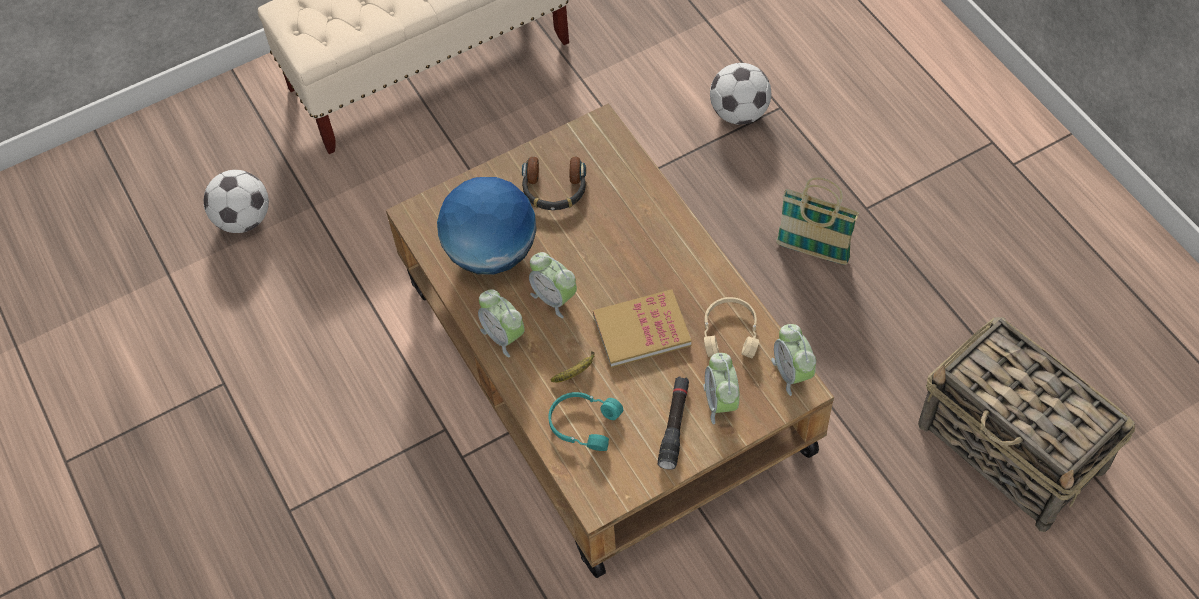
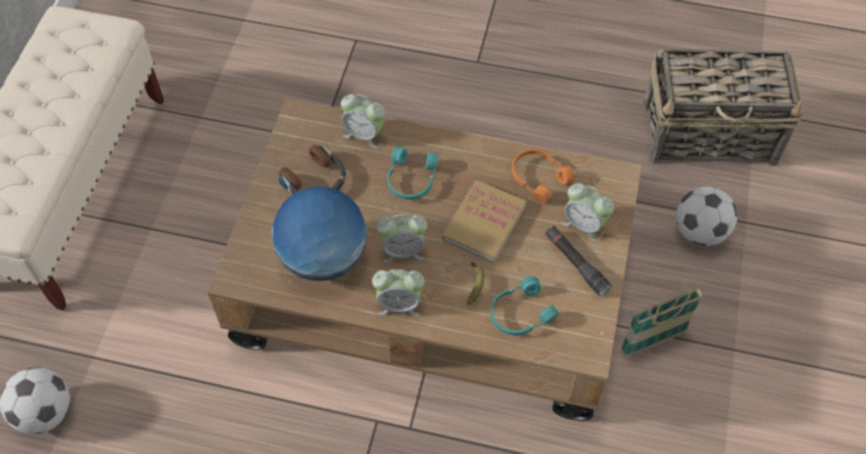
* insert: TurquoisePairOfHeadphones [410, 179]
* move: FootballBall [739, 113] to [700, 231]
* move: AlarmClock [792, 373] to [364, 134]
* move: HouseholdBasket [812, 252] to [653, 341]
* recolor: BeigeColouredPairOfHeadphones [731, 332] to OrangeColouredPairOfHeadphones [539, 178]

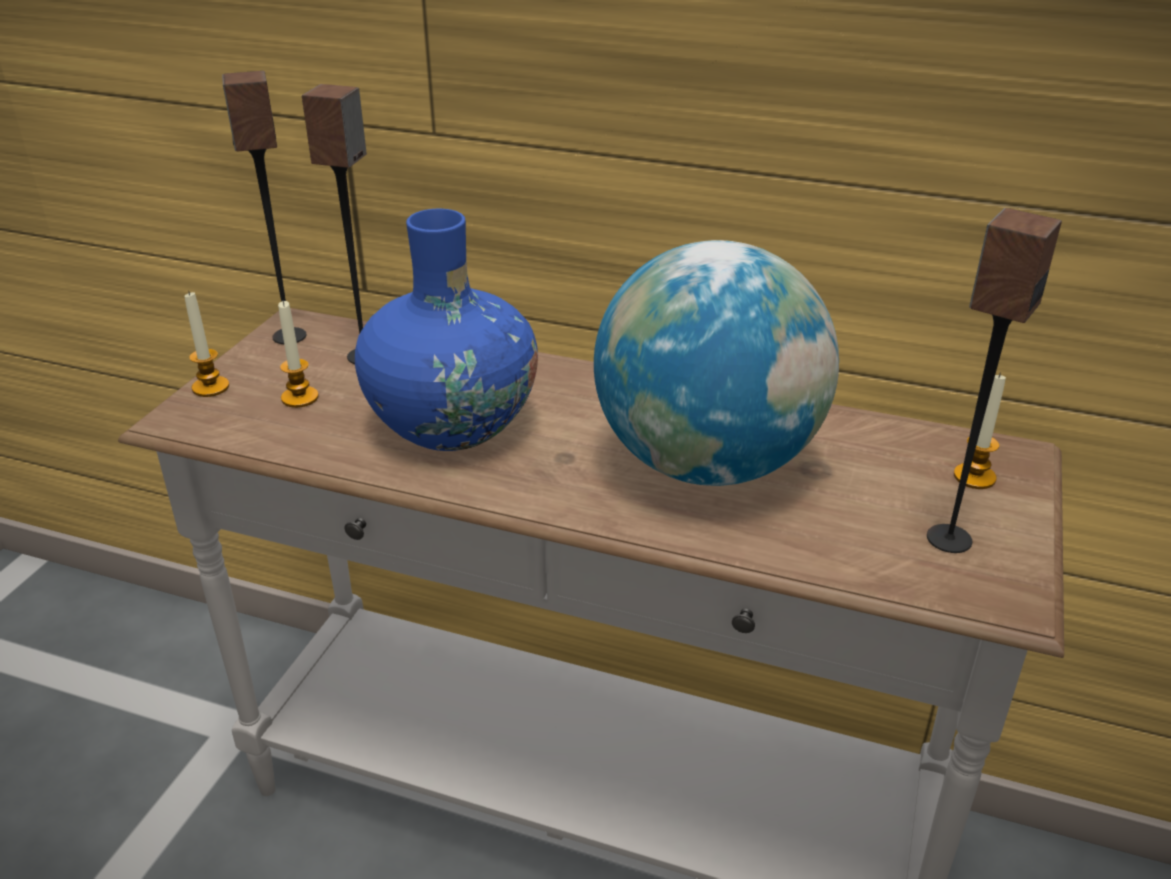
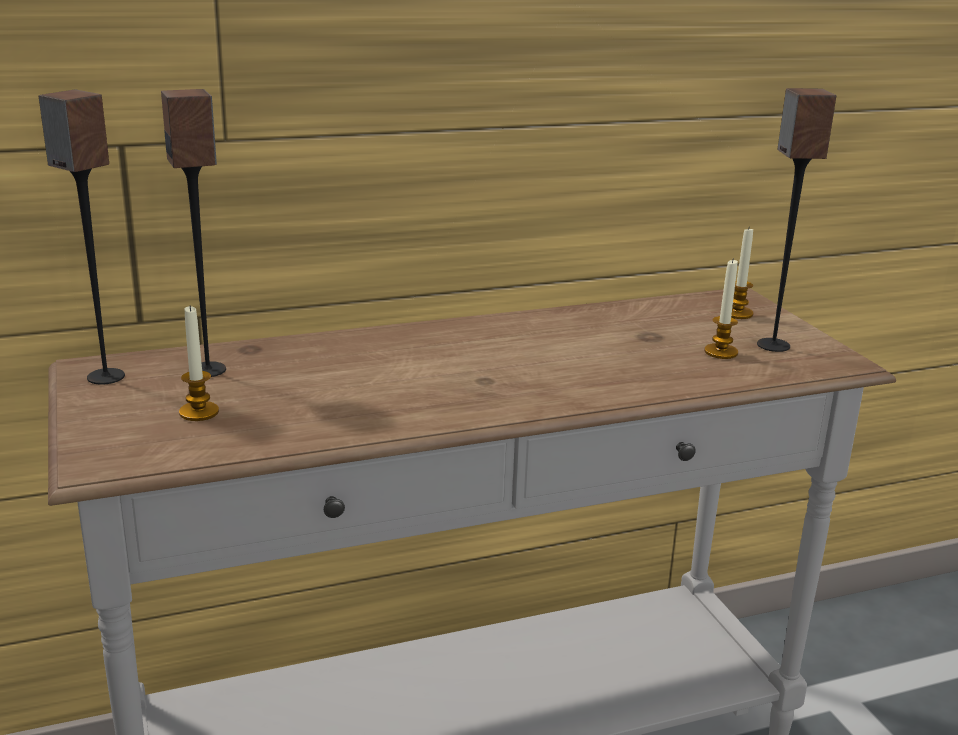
* delete: BluishFlowerVase [452, 424]
* delete: Globe [707, 463]
* move: WaxCandle [210, 387] to [721, 352]

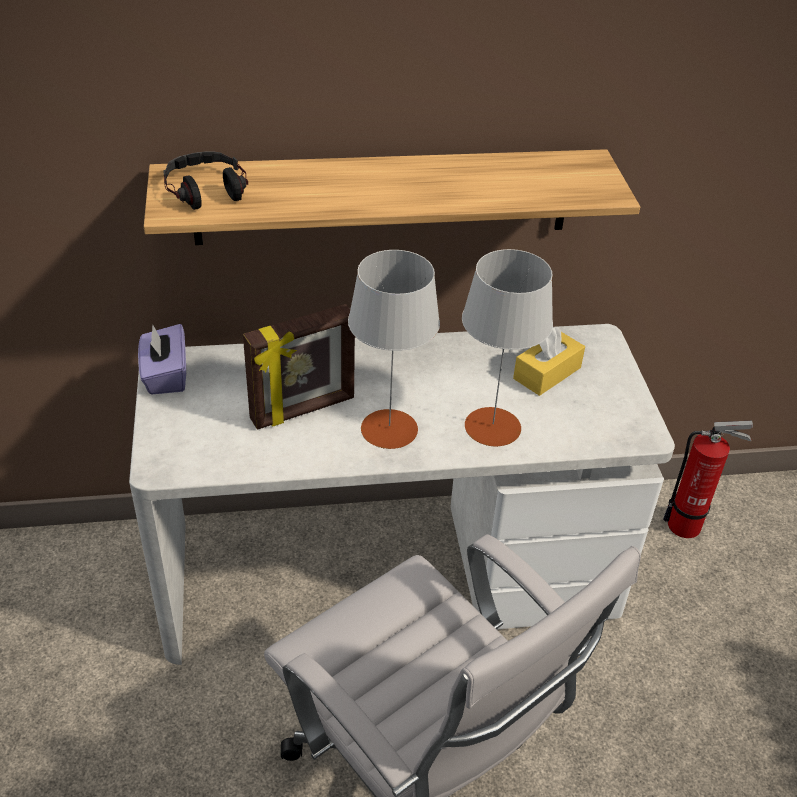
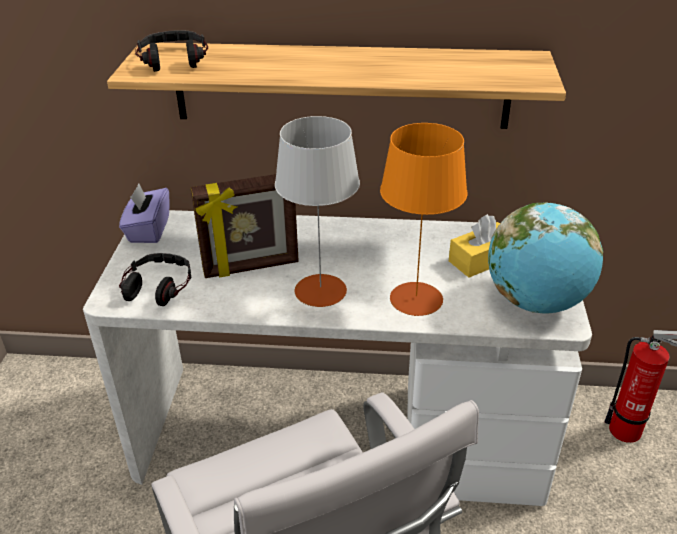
* insert: PairOfHeadphones [157, 286]
* insert: Globe [536, 302]
* recolor: GreyTableLamp [492, 427] to OrangeColouredTableLamp [416, 299]

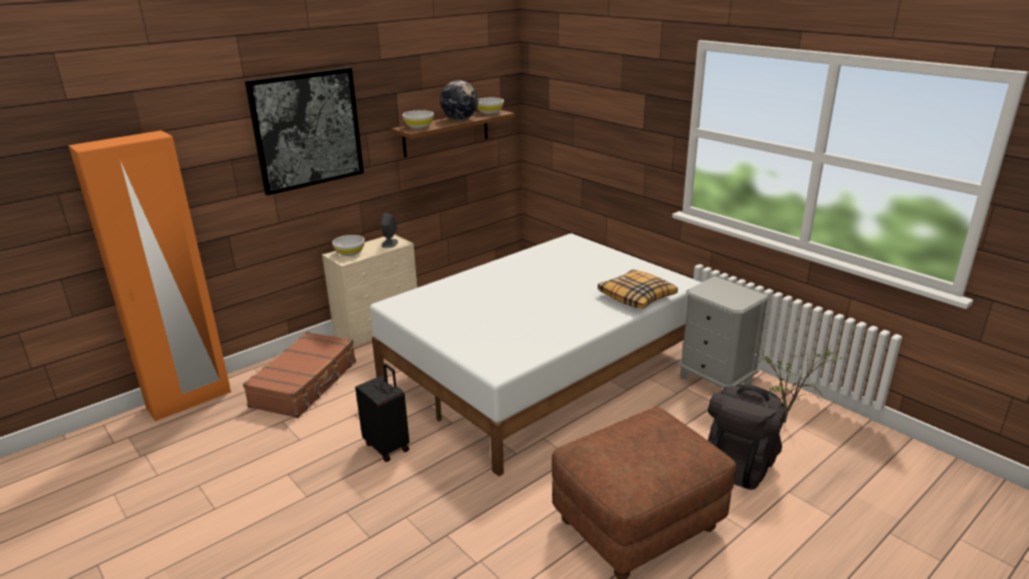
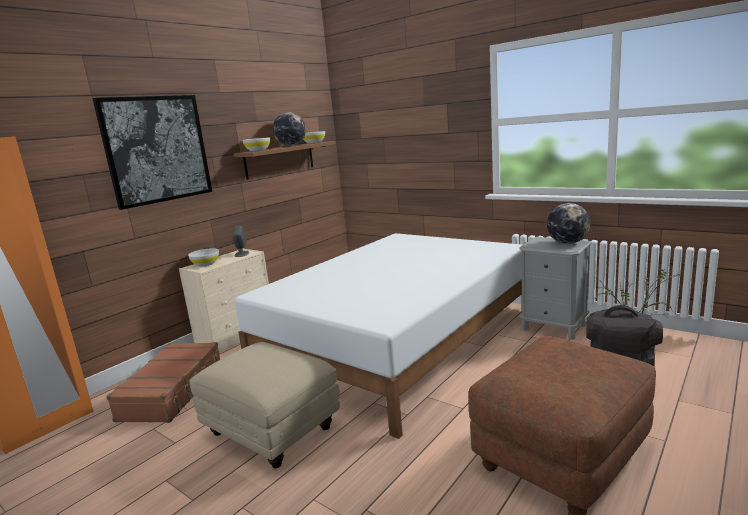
* delete: Cushion [637, 297]
* insert: Globe [567, 243]
* replace: BlackSuitcase [388, 446] to BeigeColouredOttoman [273, 432]

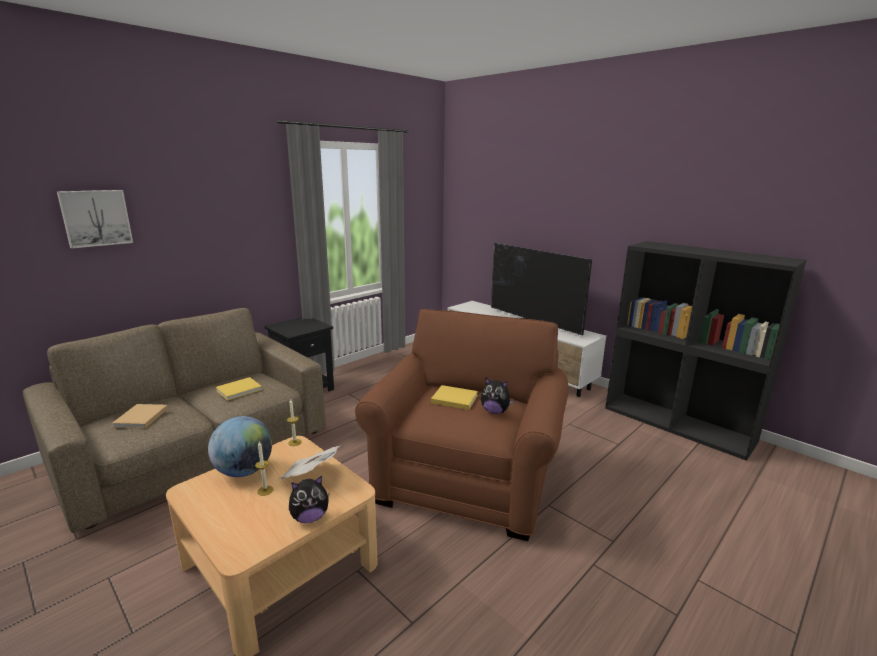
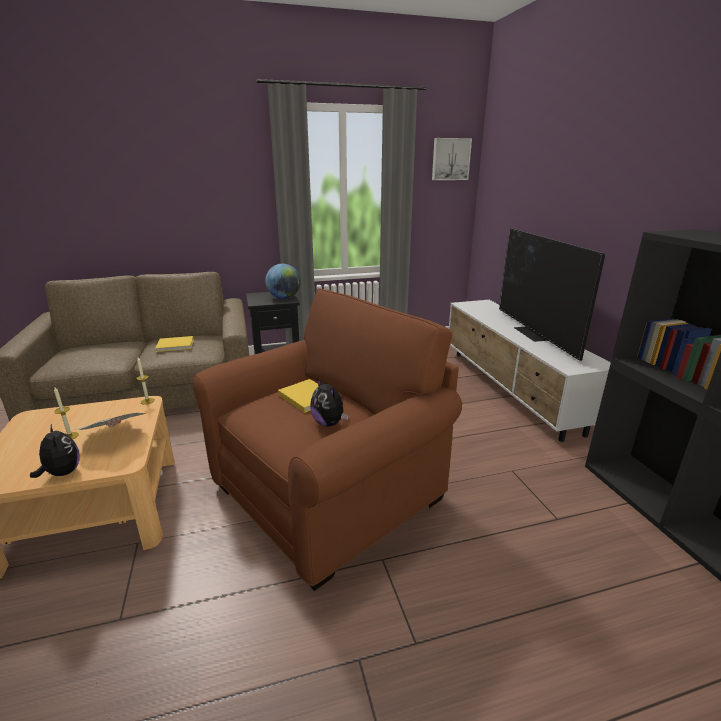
* delete: BeigeColouredVolume [140, 418]
* move: WallArt [96, 218] to [450, 159]
* move: Globe [244, 471] to [284, 298]
* rotate: PlushToy [310, 517] = [62, 473] 135 degrees counterclockwise

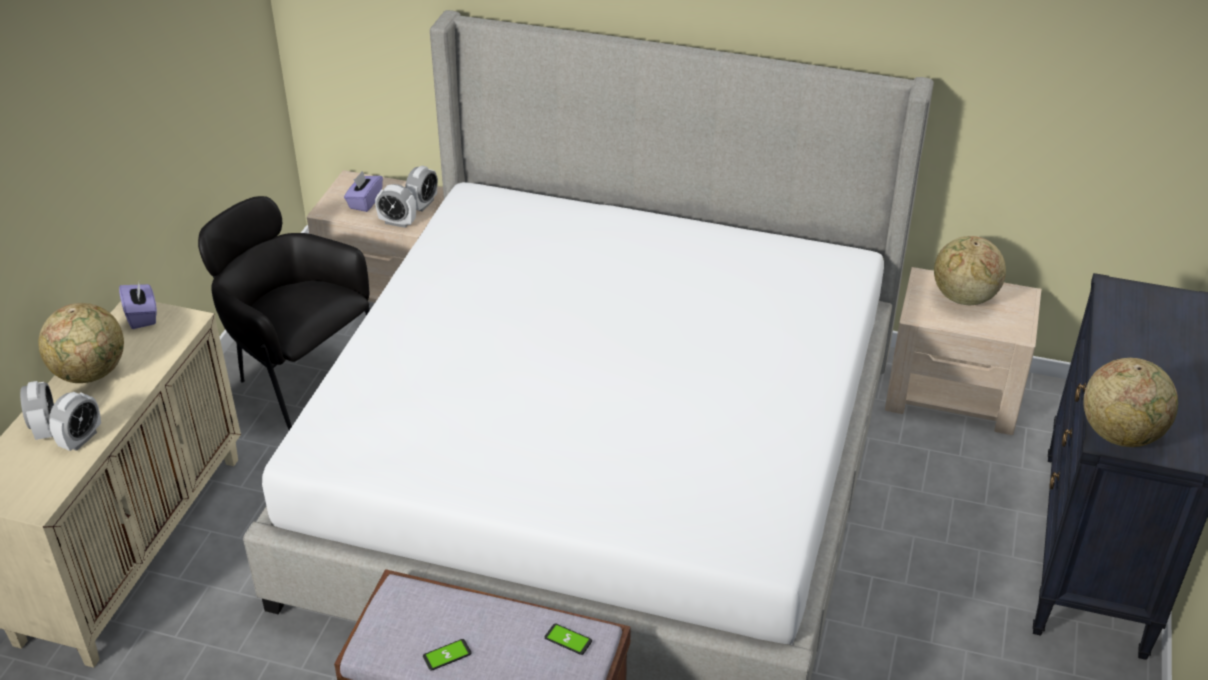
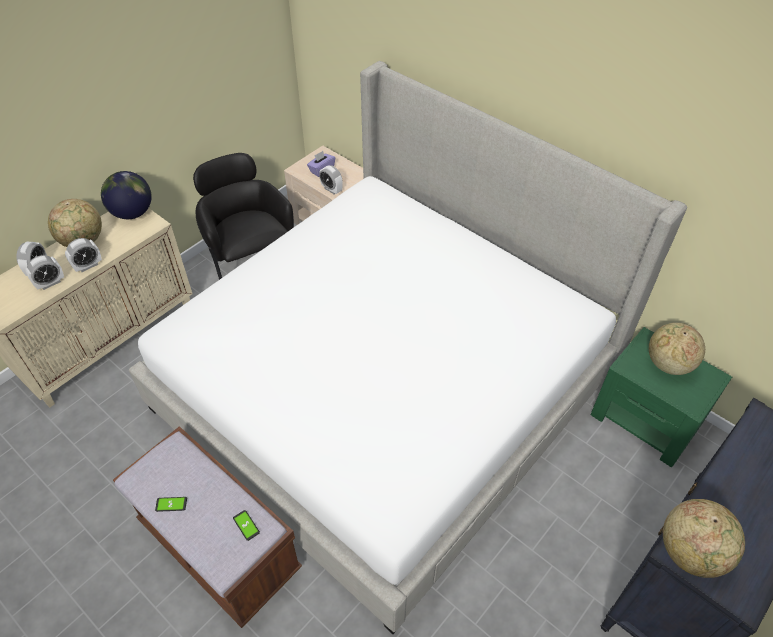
* move: AlarmClock [423, 204] to [88, 266]
* replace: PurpleTissueHolder [142, 316] to Globe [132, 213]
* recolor: BeigeColouredNightTable [954, 393] to GreenNightTable [646, 419]

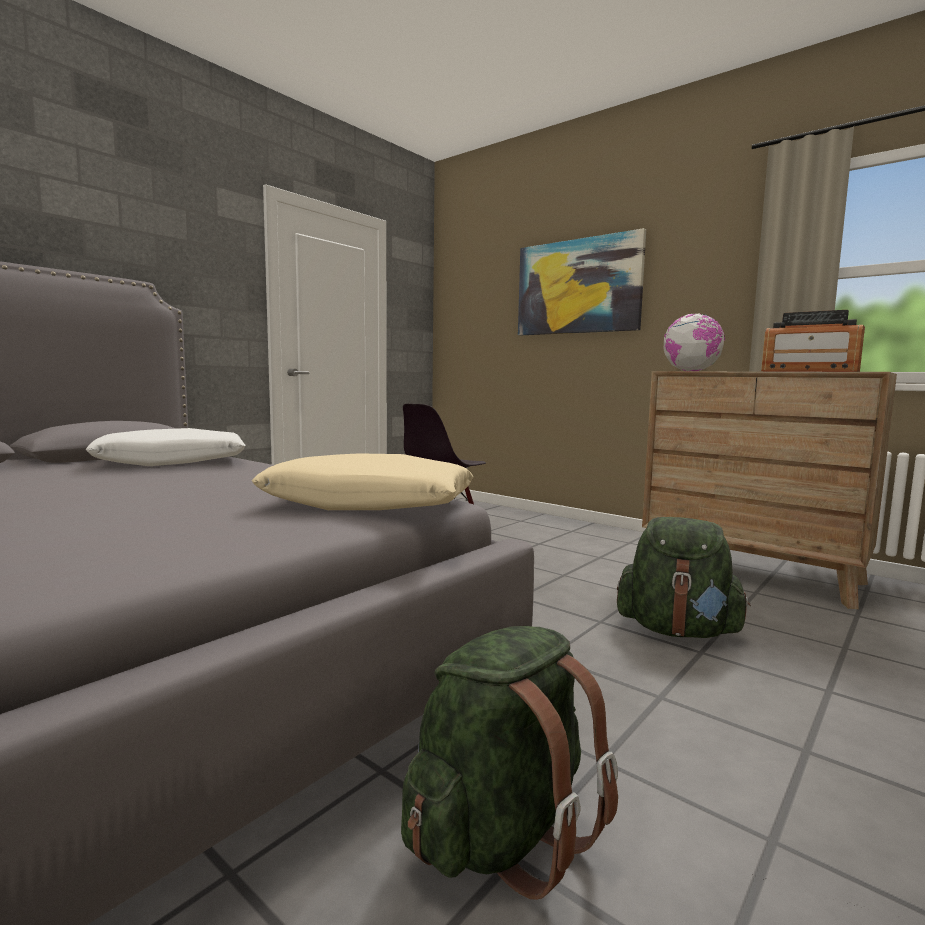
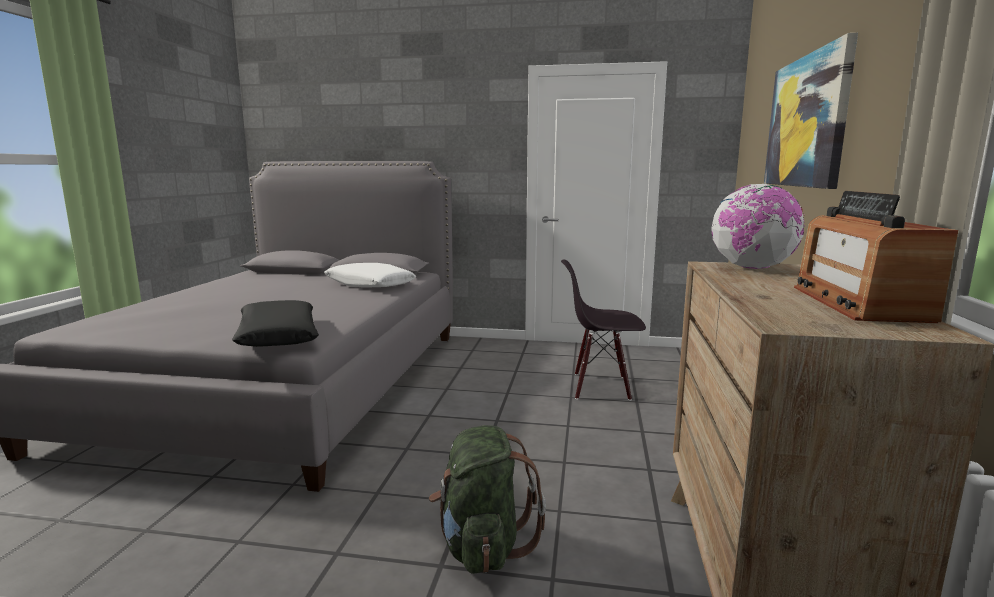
* delete: GreenRucksack [502, 833]
* recolor: BeigeColouredCushion [369, 504] to BlackCushion [277, 336]

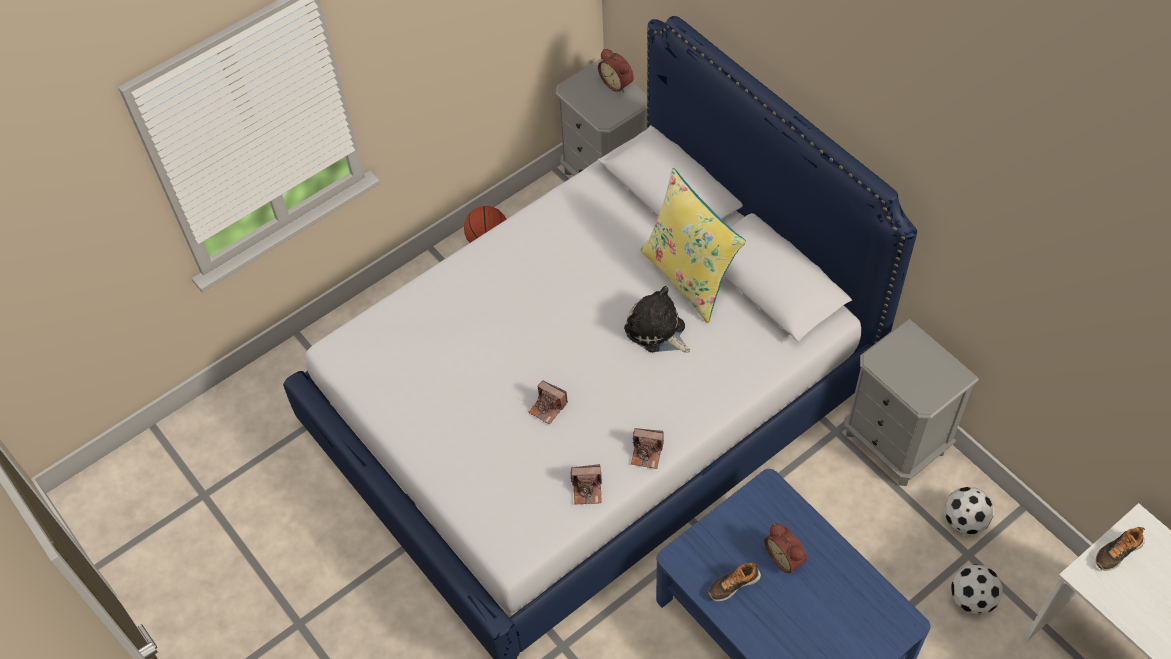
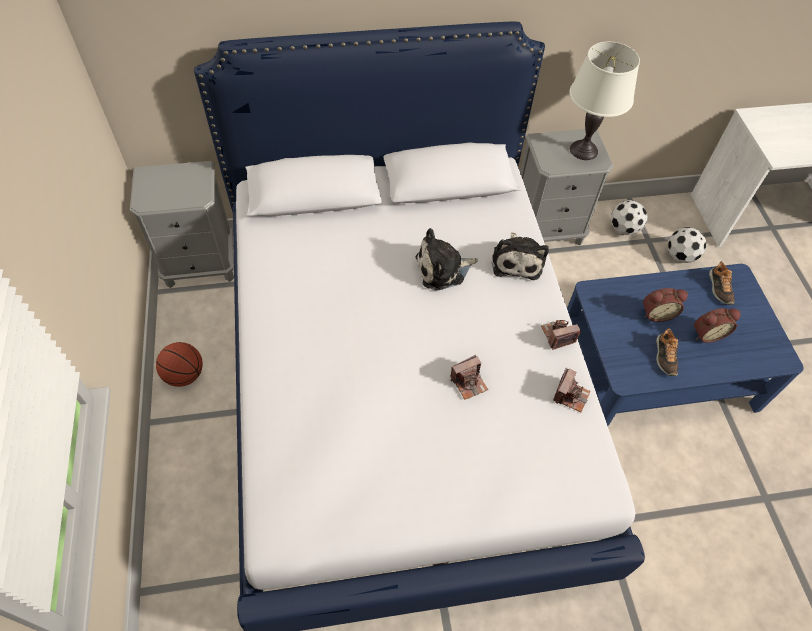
* delete: YellowCushion [689, 276]
* insert: PlushToy [517, 260]
* insert: WhiteTableLamp [583, 150]
* move: AlarmClock [617, 83] to [706, 333]
* move: ItemOfFootwear [1117, 552] to [719, 288]
* rotate: StillCamera [647, 453] = [557, 335] 150 degrees counterclockwise

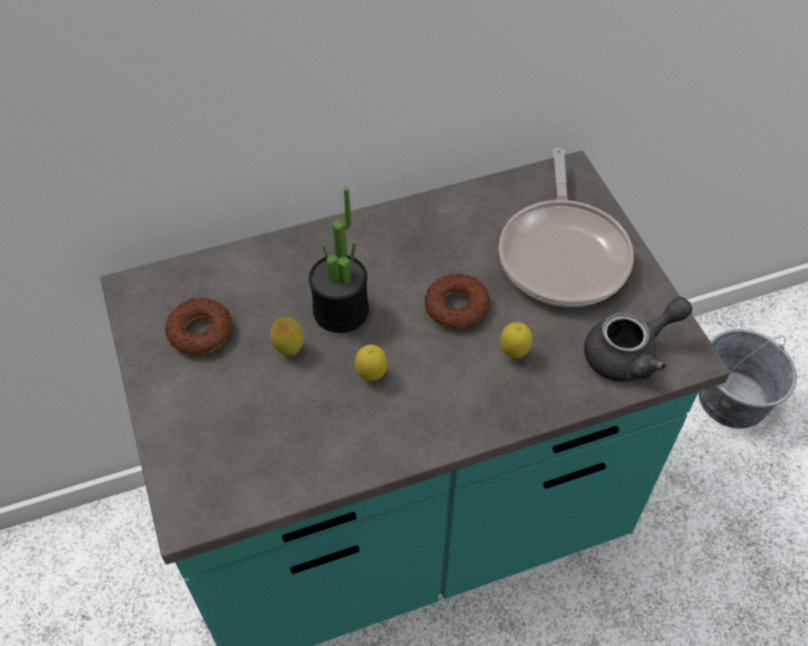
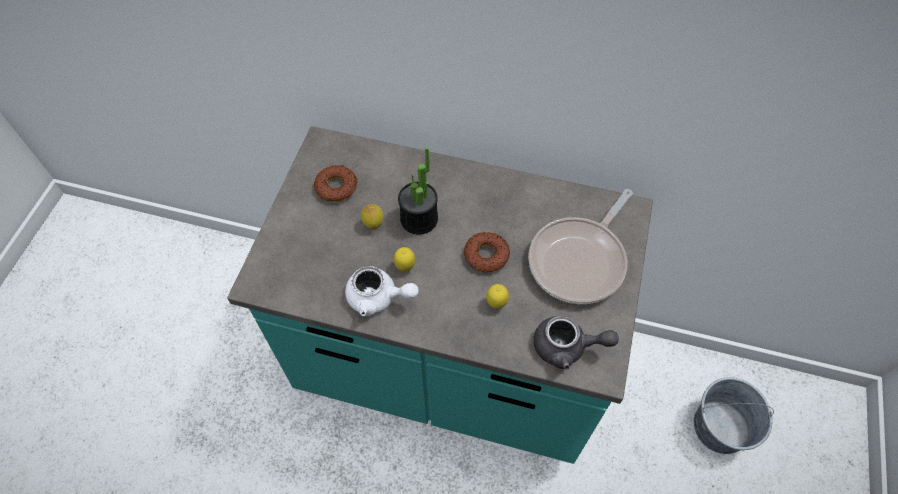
* insert: WhitePotForTea [378, 298]

